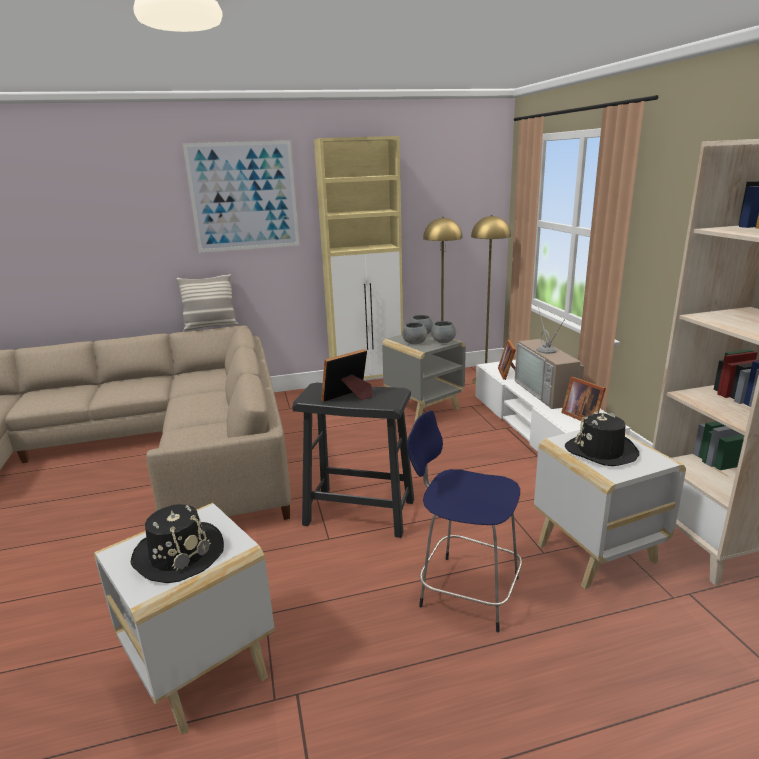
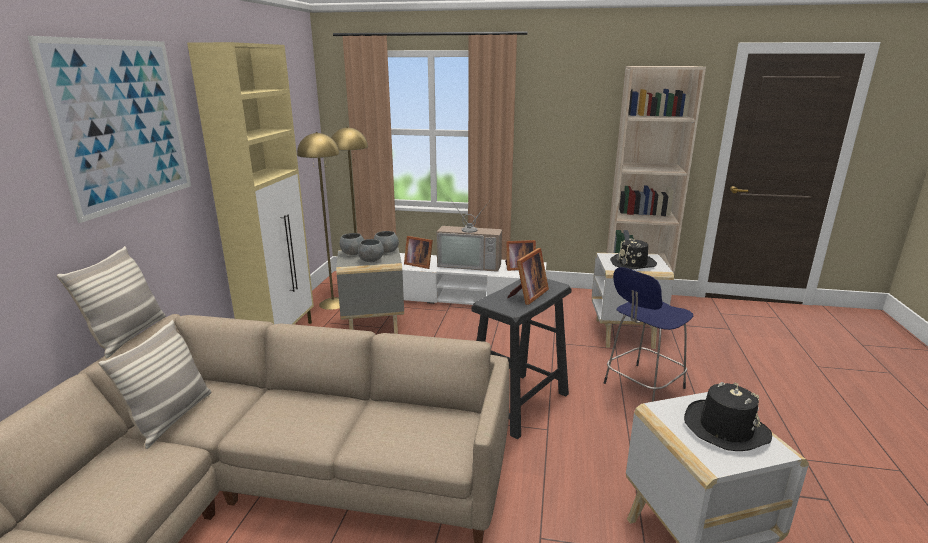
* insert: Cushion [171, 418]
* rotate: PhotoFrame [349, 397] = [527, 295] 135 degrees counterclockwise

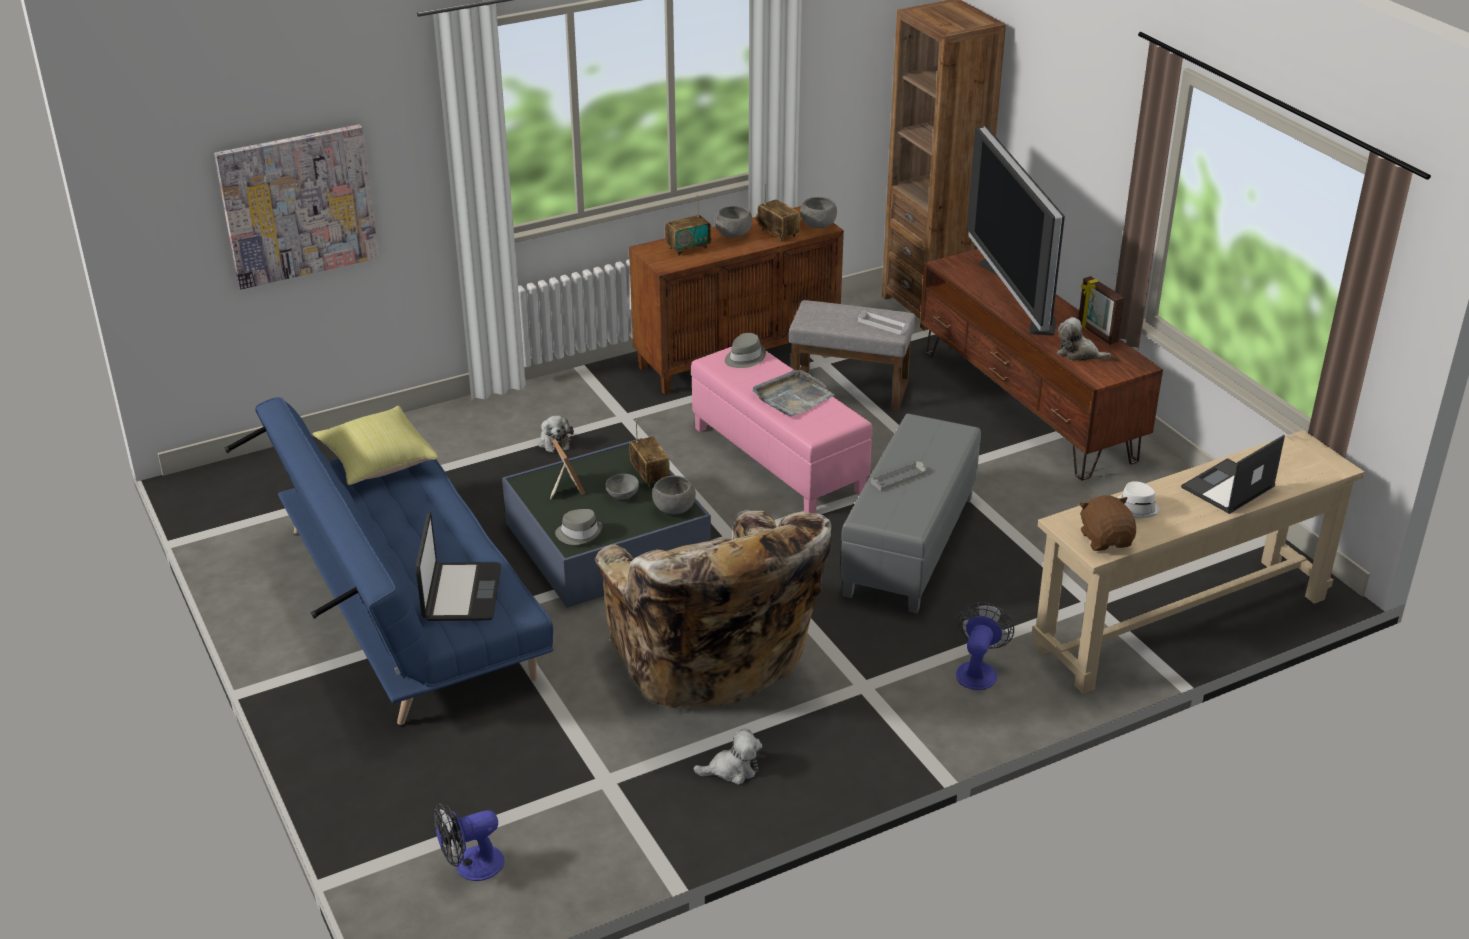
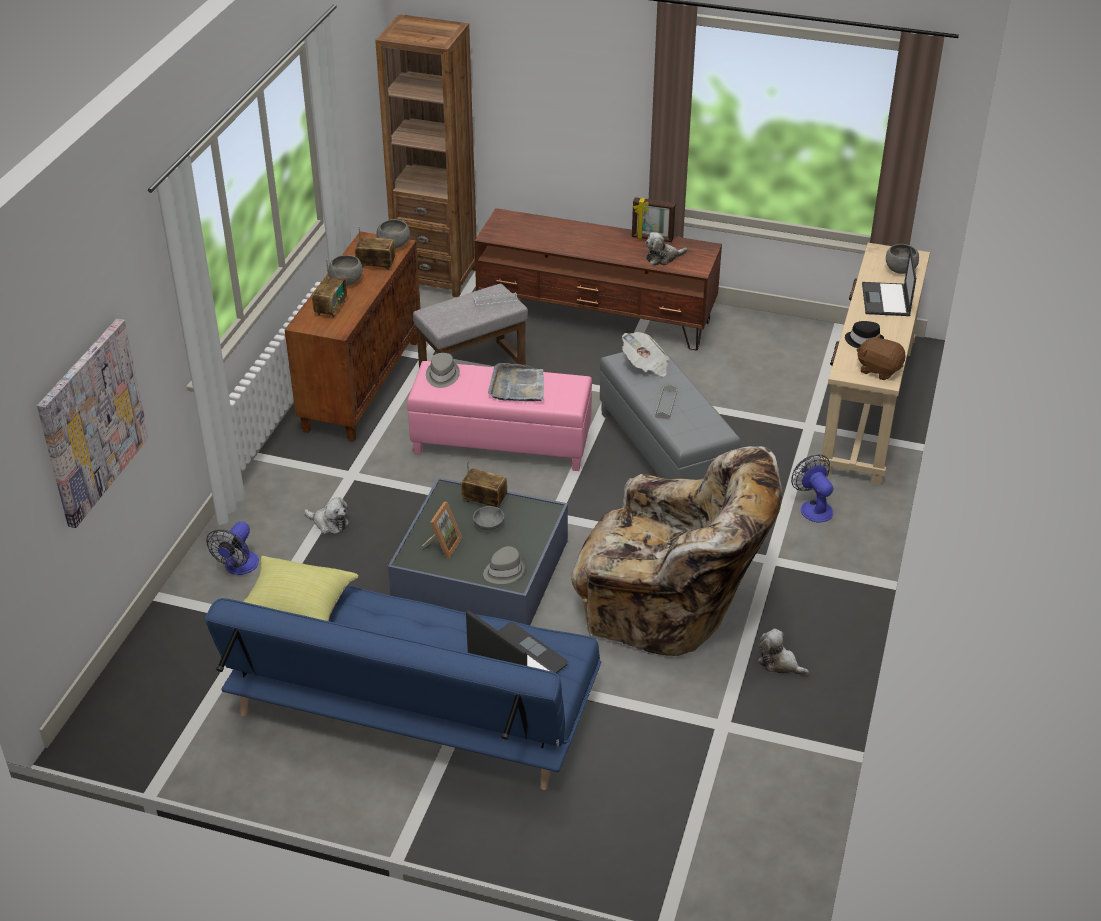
* delete: TvSet [1017, 296]
* insert: Newspaper [645, 365]
* move: Fan [470, 866] to [238, 567]
* move: GreyServingBowl [674, 509] to [900, 270]
* recolor: WhiteWearableHat [1136, 508] to BlackWearableHat [864, 340]
* rotate: PhotoFrame [565, 488] = [443, 545] 90 degrees clockwise
* rotate: PlushToy [732, 770] = [779, 663] 90 degrees counterclockwise

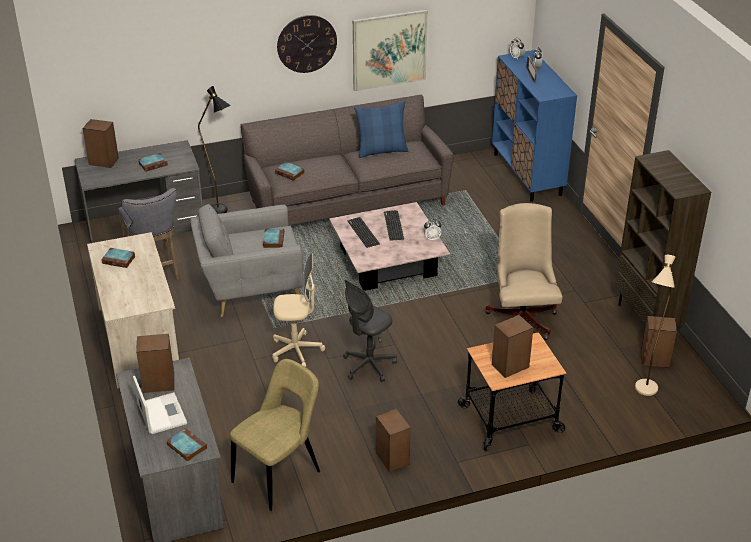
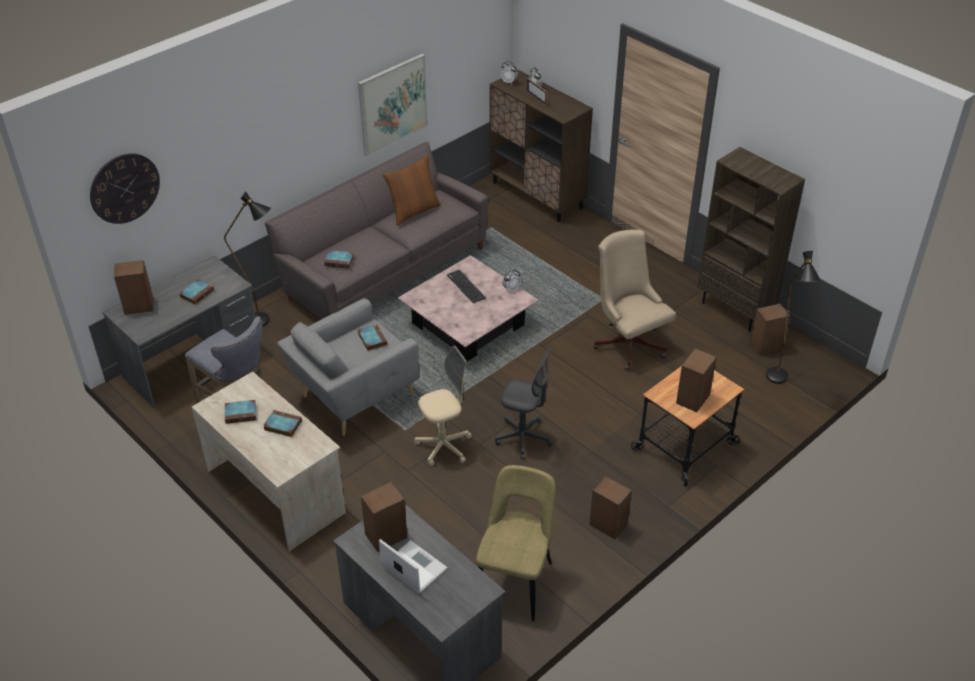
* delete: PcKeyboard [363, 232]
* move: Volume [186, 447] to [282, 425]
* move: ClockOnTheWall [306, 43] to [124, 188]
* recolor: BluishCushion [381, 151] to BrownCushion [414, 211]
* recolor: BluishCupboard [527, 174] to BrownCupboard [537, 195]
* recolor: BeigeColouredFloorLamp [644, 393] to BlackFloorLamp [779, 382]
* rotate: GreyDeskChair [369, 366] = [523, 438] 90 degrees counterclockwise

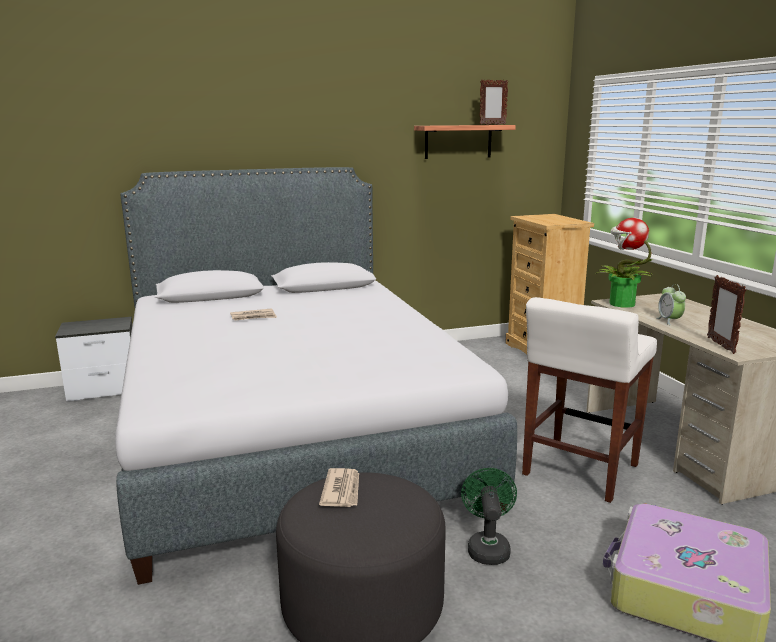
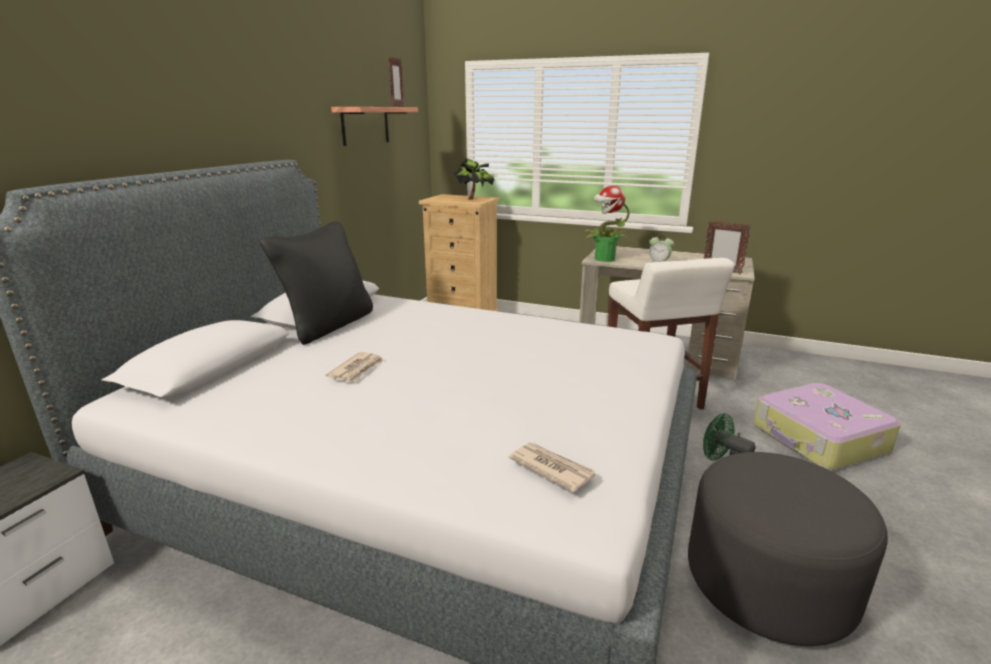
* insert: BlackCushion [328, 325]
* insert: Houseplant [473, 198]
* move: Newspaper [342, 490] to [551, 468]

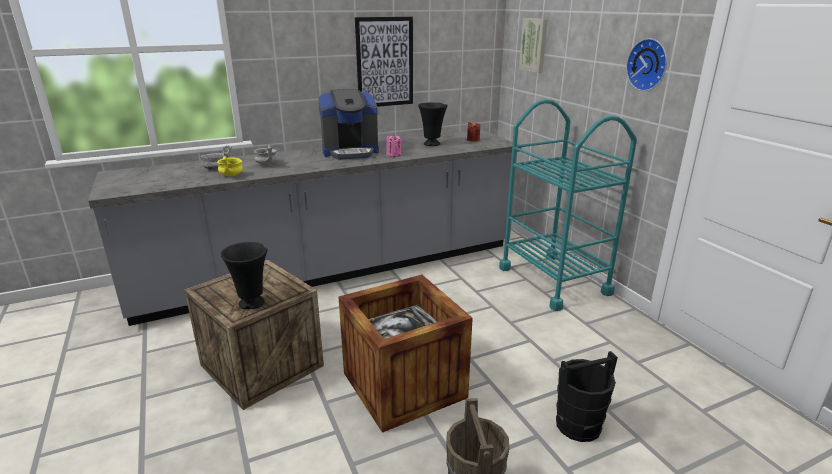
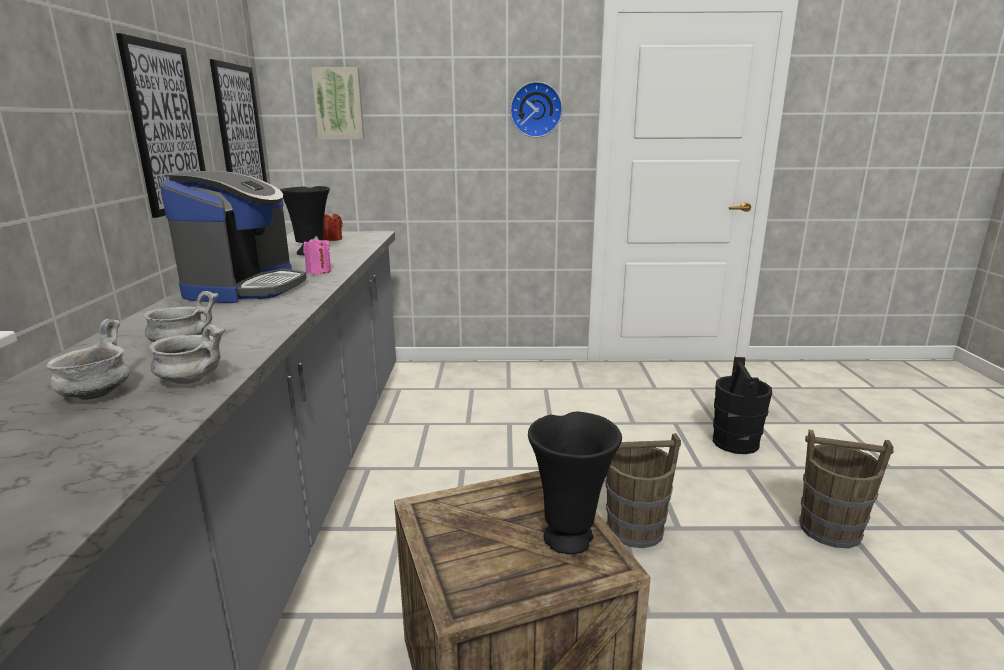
* delete: TurquoiseWheeledCart [553, 280]
* insert: WallArt [240, 131]
* replace: Crate [404, 385] to BrownWaterBucket [635, 529]
* recolor: YellowServingBowl [231, 175] to GreyServingBowl [193, 380]

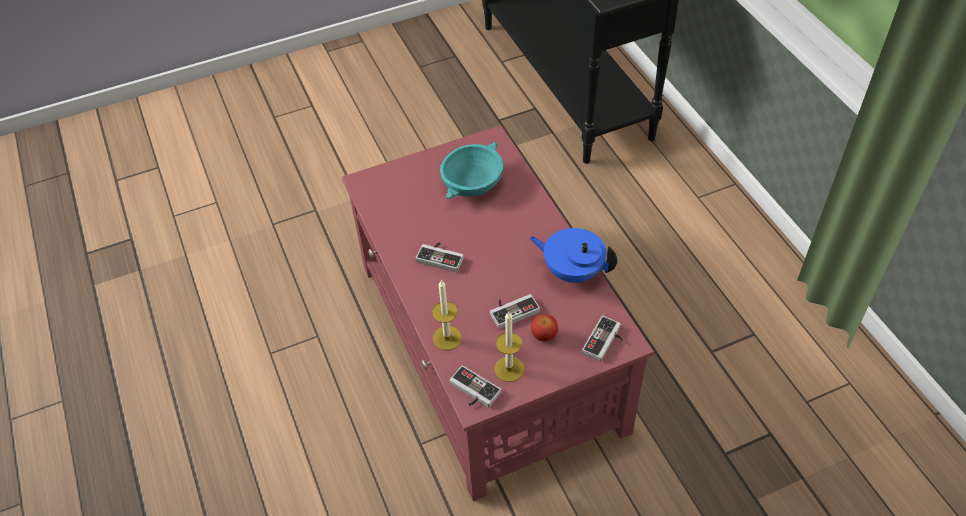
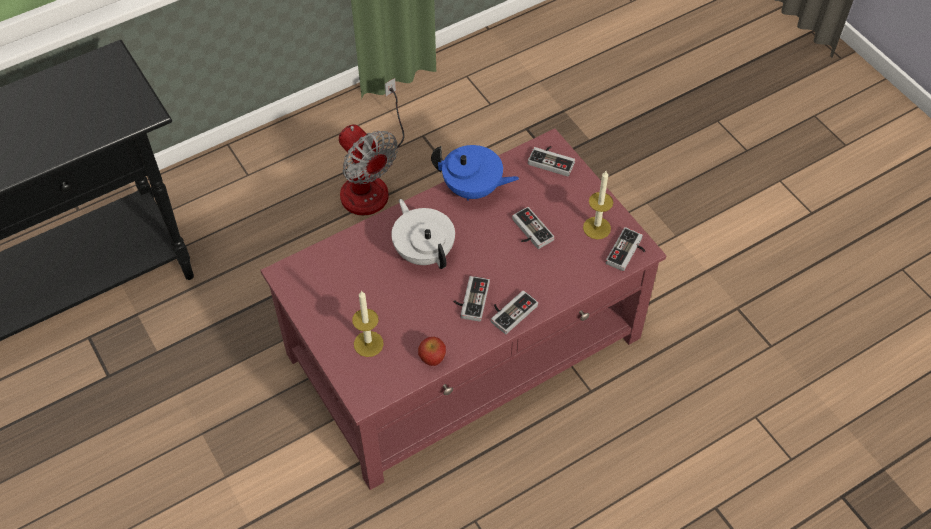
* delete: TurquoiseServingBowl [473, 183]
* insert: Fan [370, 181]
* insert: WhitePotForTea [424, 251]
* insert: Gamepad [510, 311]
* move: WaxCandle [447, 338] to [368, 344]
* move: AppleFruit [544, 335] to [432, 358]
* rotate: BluishPotForTea [572, 271] = [473, 189] 90 degrees counterclockwise

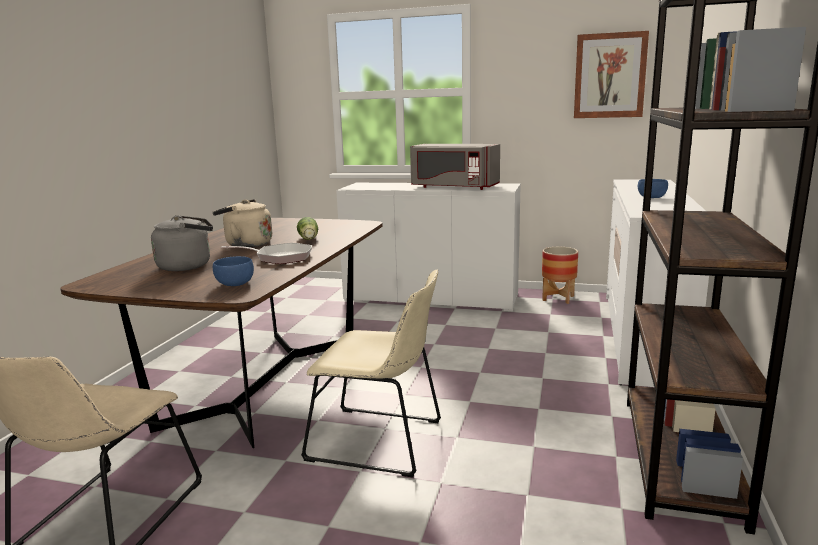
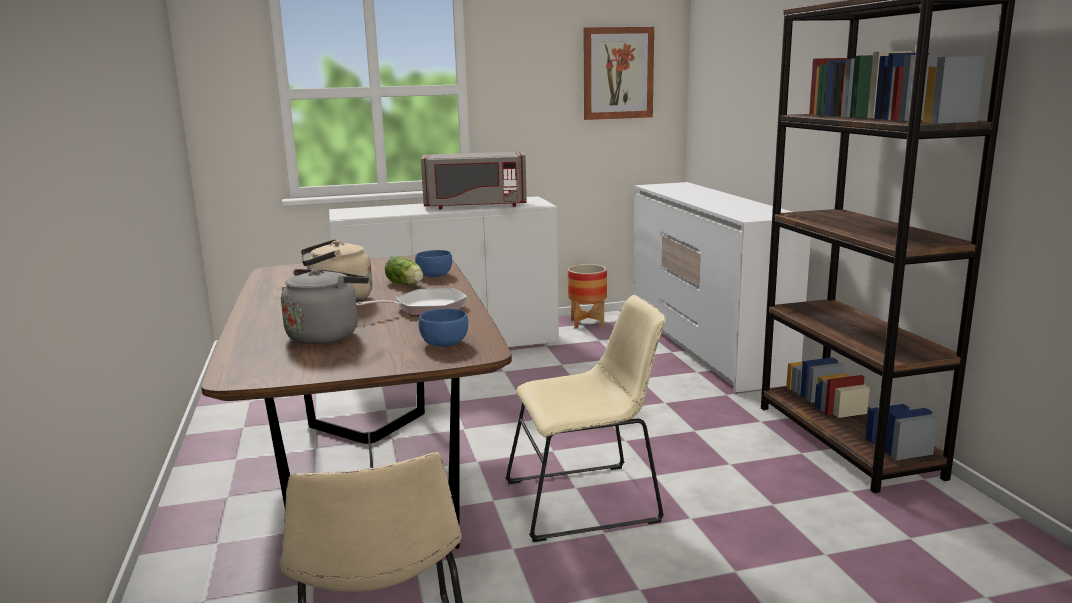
* move: BluishServingBowl [651, 197] to [434, 275]

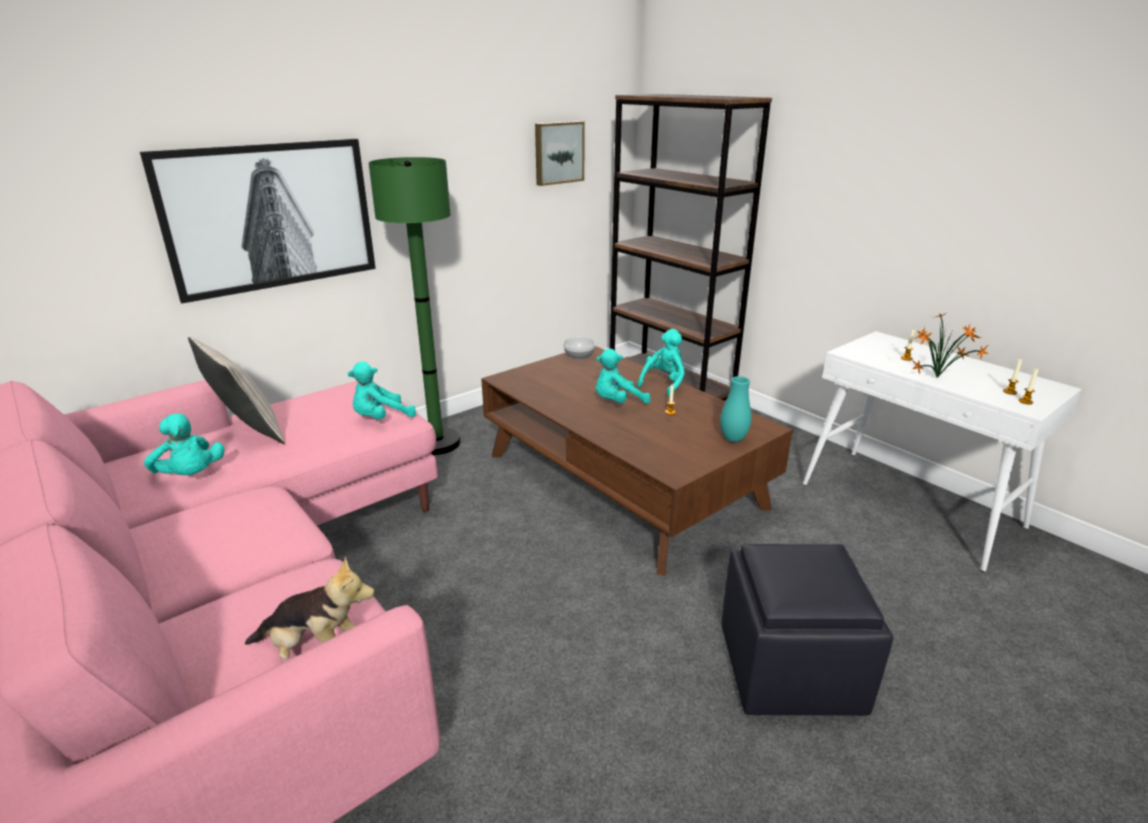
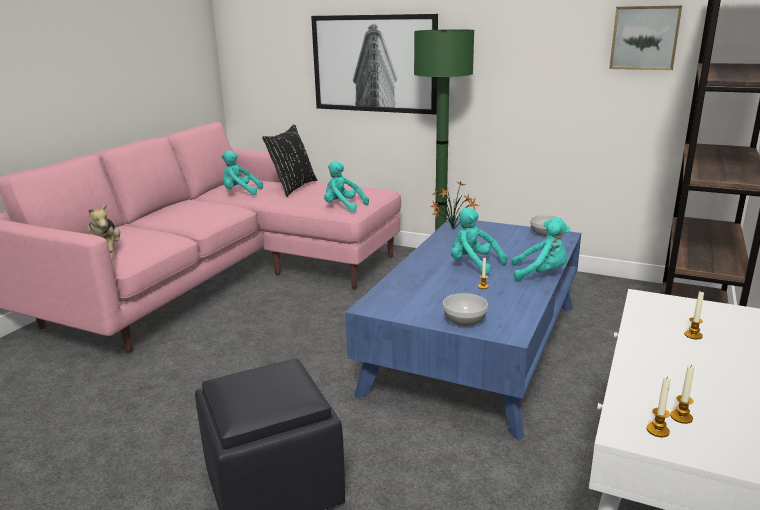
* move: Houseplant [938, 378] to [454, 230]
* replace: TurquoiseFlowerVase [733, 439] to ServingBowl [464, 321]
* recolor: BeigeColouredCushion [247, 432] to BlackCushion [293, 188]
* recolor: BrownCoffeeTable [621, 479] to BluishCoffeeTable [476, 346]
* rotate: TurquoisePlushToy [191, 476] = [240, 192] 75 degrees clockwise

